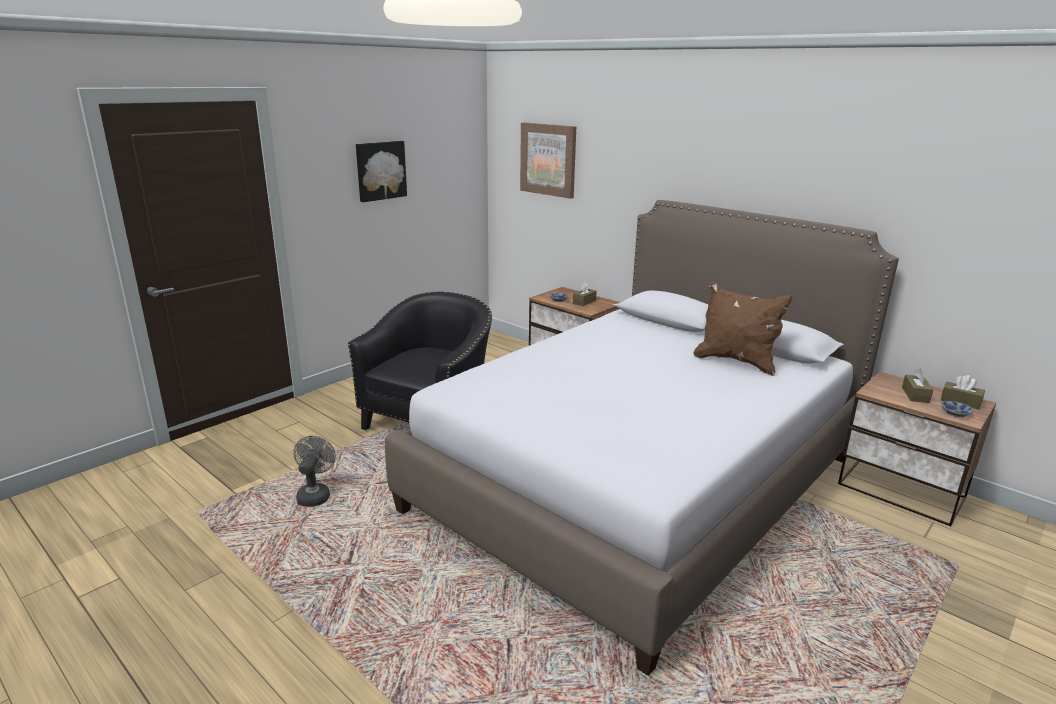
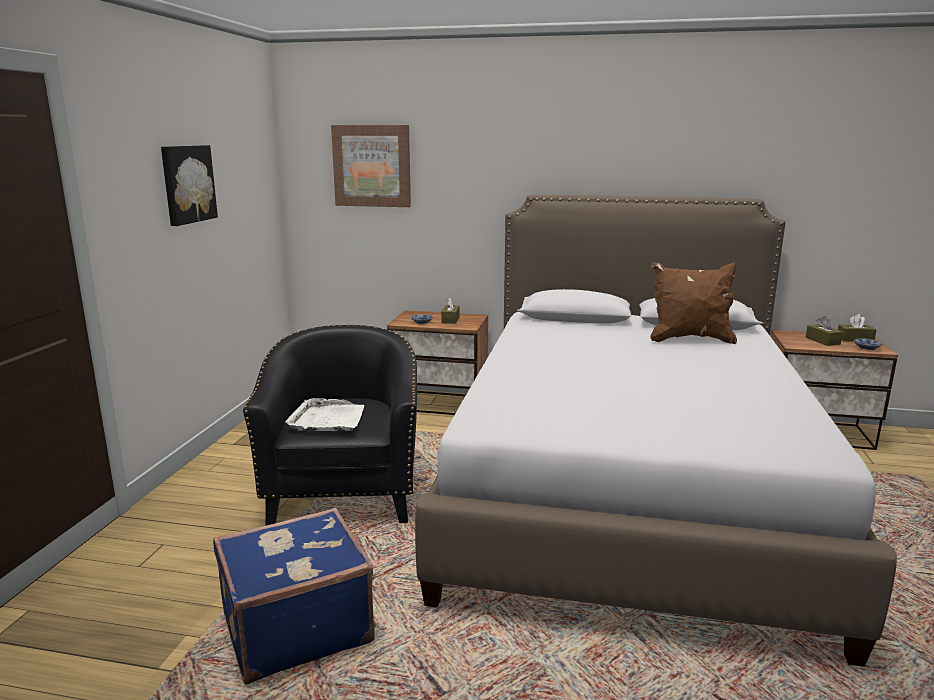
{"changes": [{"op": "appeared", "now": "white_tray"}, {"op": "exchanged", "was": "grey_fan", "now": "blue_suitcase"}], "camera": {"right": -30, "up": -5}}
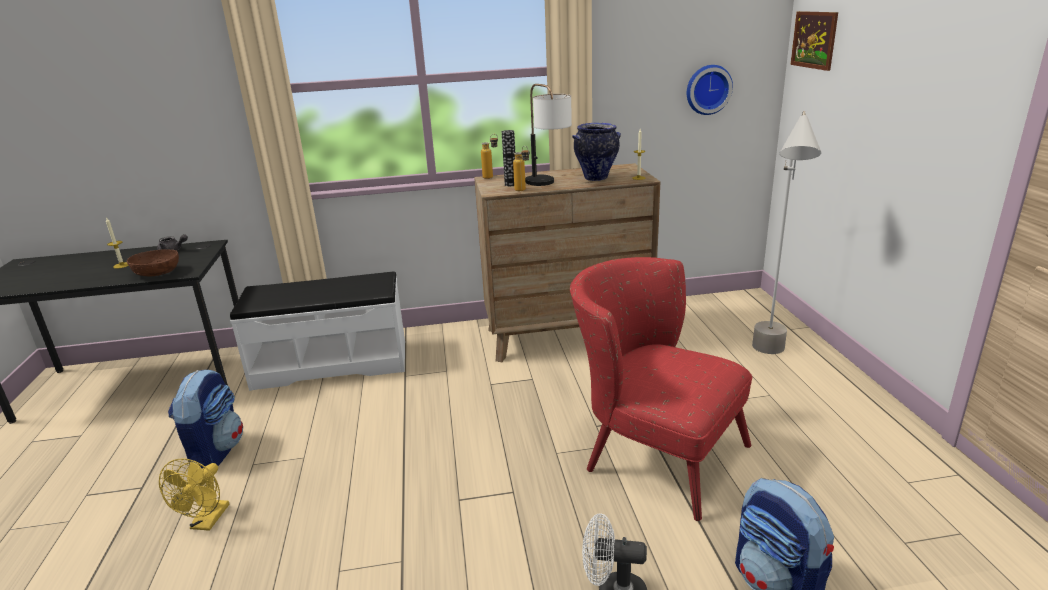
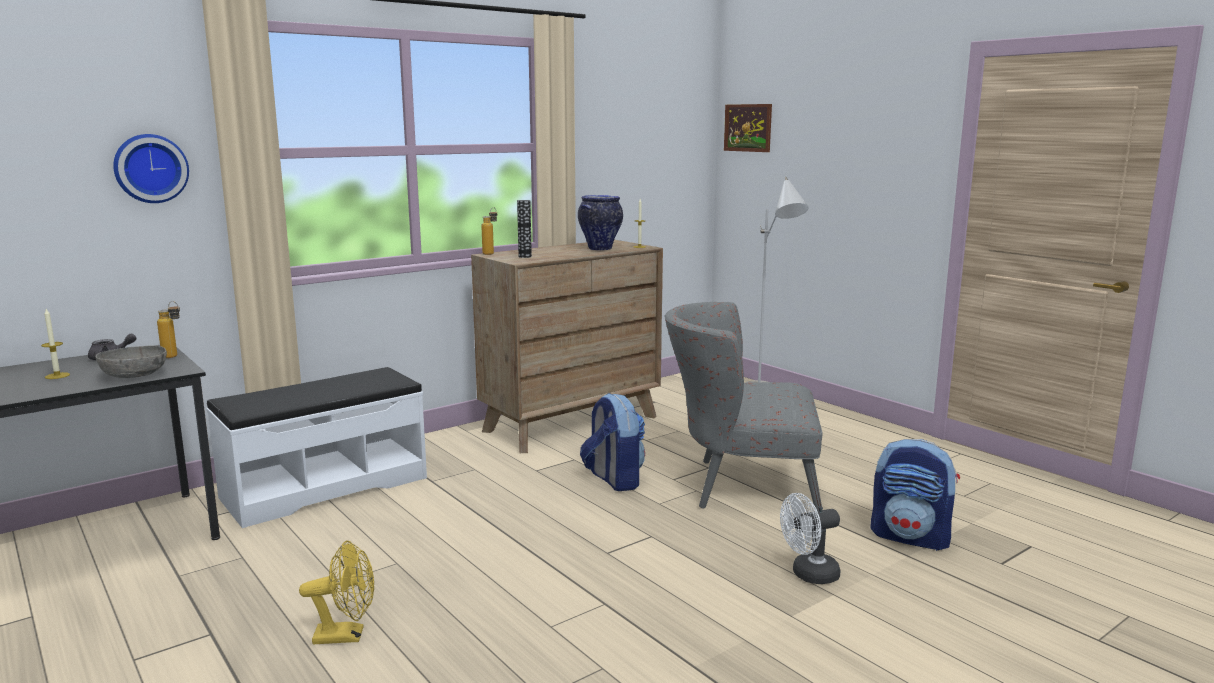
{"changes": [{"op": "missing", "was": "table_lamp"}, {"op": "relocated", "was": "backpack (no. 1 from left)"}, {"op": "relocated", "was": "bottle (no. 2 from left in the first image)", "now": "bottle (no. 1 from left)"}, {"op": "relocated", "was": "wall_clock"}, {"op": "colour", "was": "brown_bowl", "now": "grey_bowl"}, {"op": "colour", "was": "red_armchair", "now": "grey_armchair"}, {"op": "spun", "was": "yellow_fan", "clockwise": -75}], "camera": {"right": -30, "up": -10}}
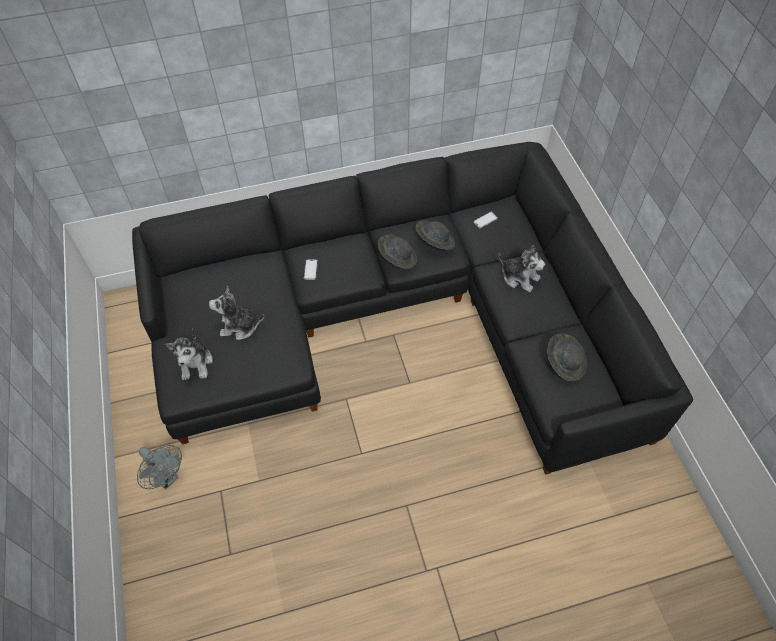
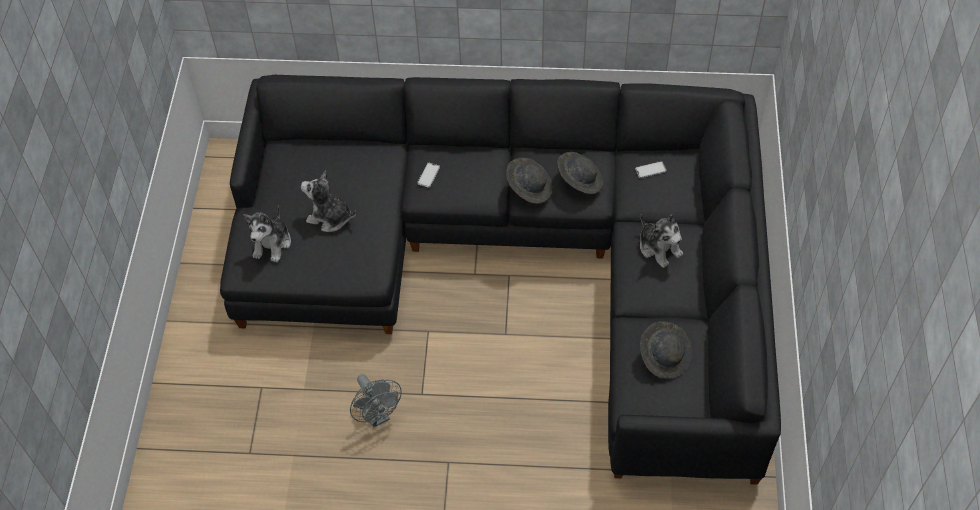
{"changes": [{"op": "relocated", "was": "grey_fan"}], "camera": {"right": 20, "up": 0}}
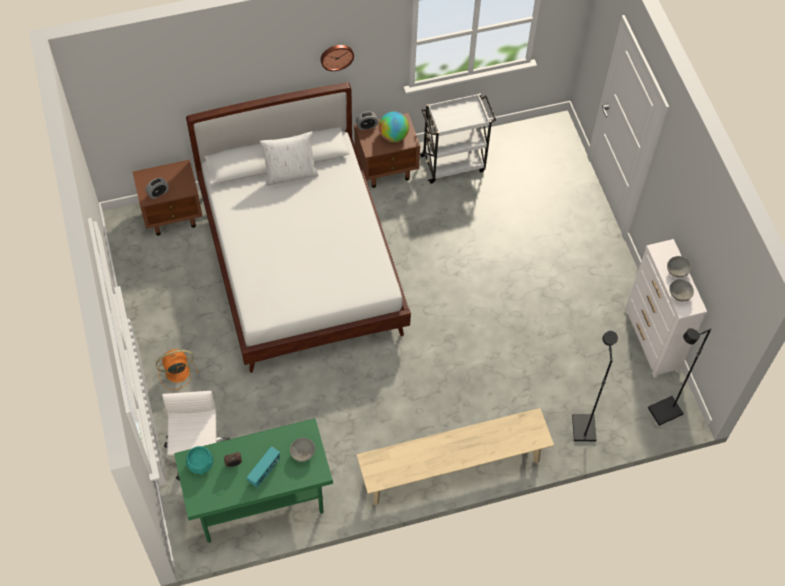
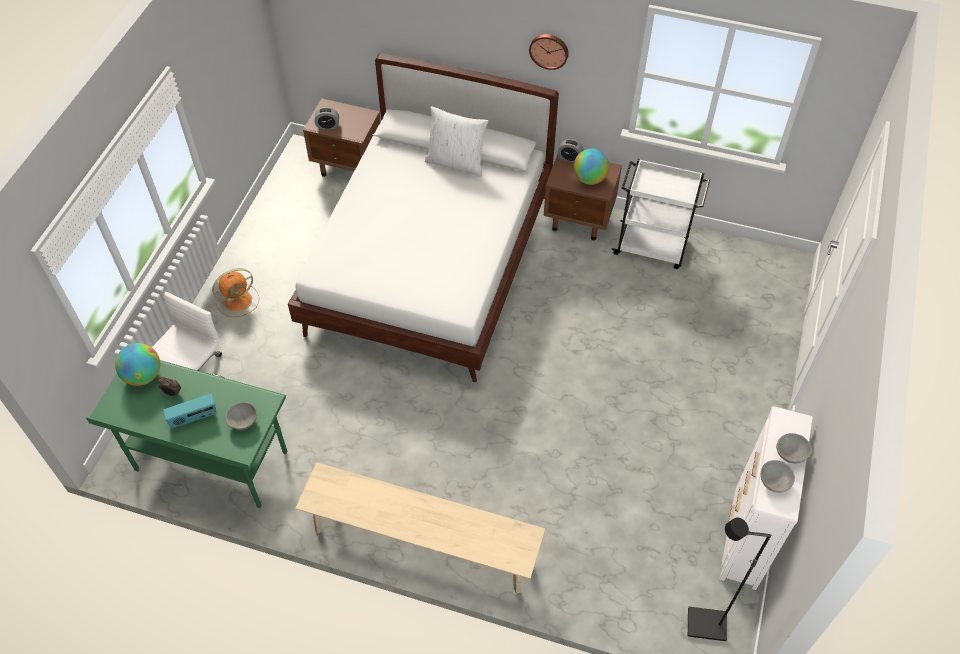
{"changes": [{"op": "missing", "was": "black_floor_lamp (no. 1 from left)"}, {"op": "exchanged", "was": "turquoise_bowl", "now": "globe (no. 1 from left)"}, {"op": "spun", "was": "orange_fan", "clockwise": 135}], "camera": {"right": 35, "up": -5}}
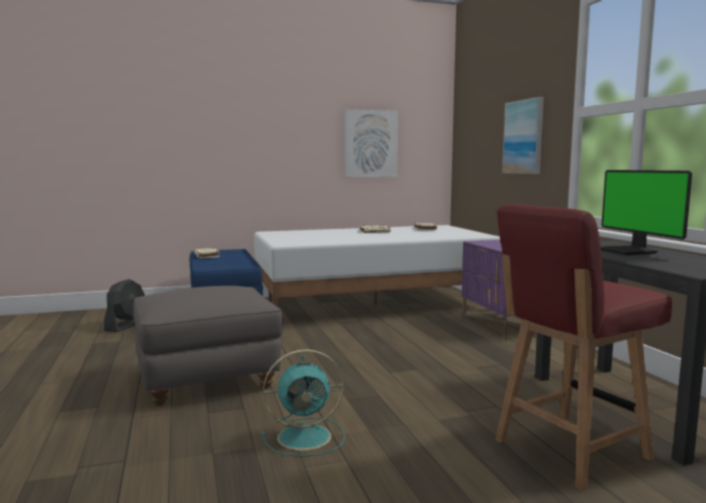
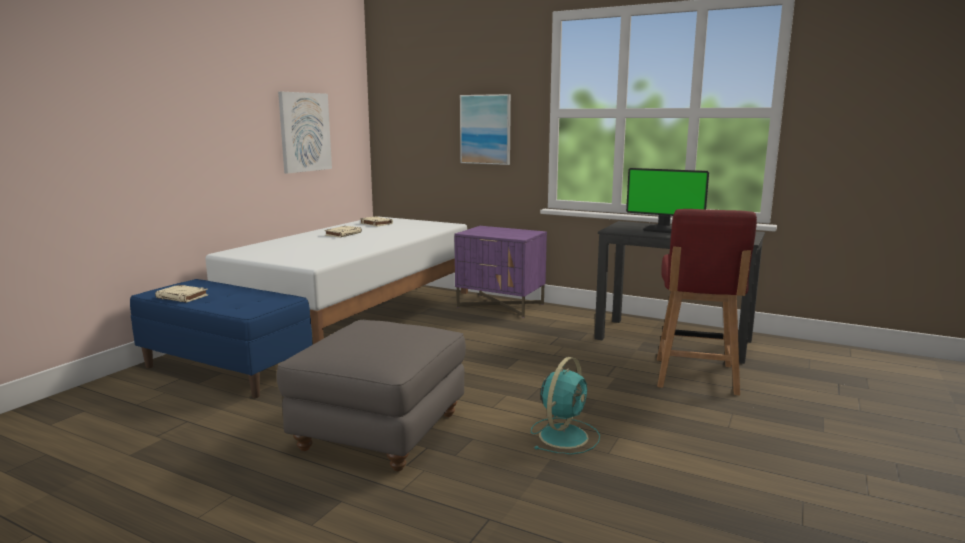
{"changes": [{"op": "missing", "was": "black_fan"}], "camera": {"right": -45, "up": 5}}
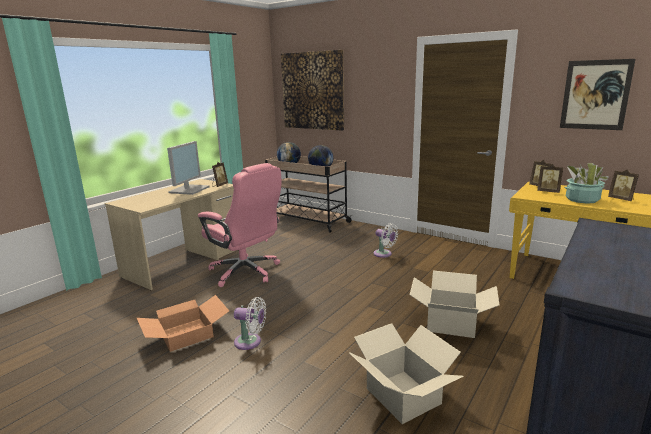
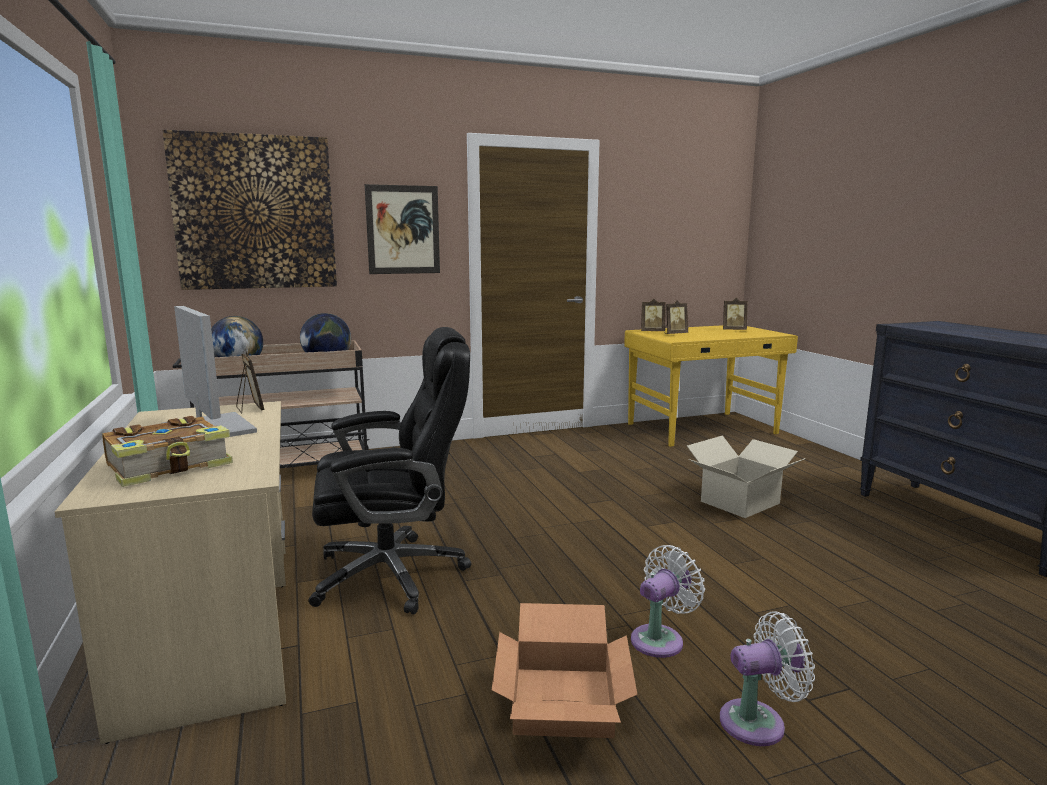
{"changes": [{"op": "missing", "was": "cardboard_box (no. 2 from left)"}, {"op": "missing", "was": "potted_plant"}, {"op": "appeared", "now": "book"}, {"op": "relocated", "was": "white_fan (no. 2 from left)"}, {"op": "relocated", "was": "picture (no. 2 from left)"}, {"op": "colour", "was": "pink_office_chair", "now": "black_office_chair"}], "camera": {"right": -55, "up": -5}}
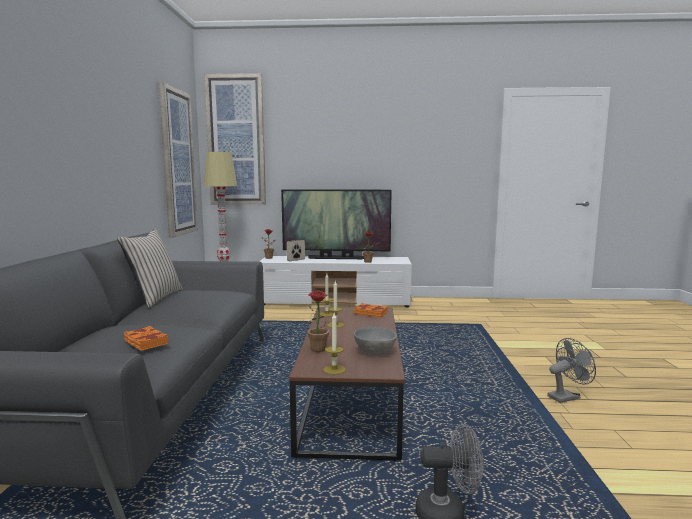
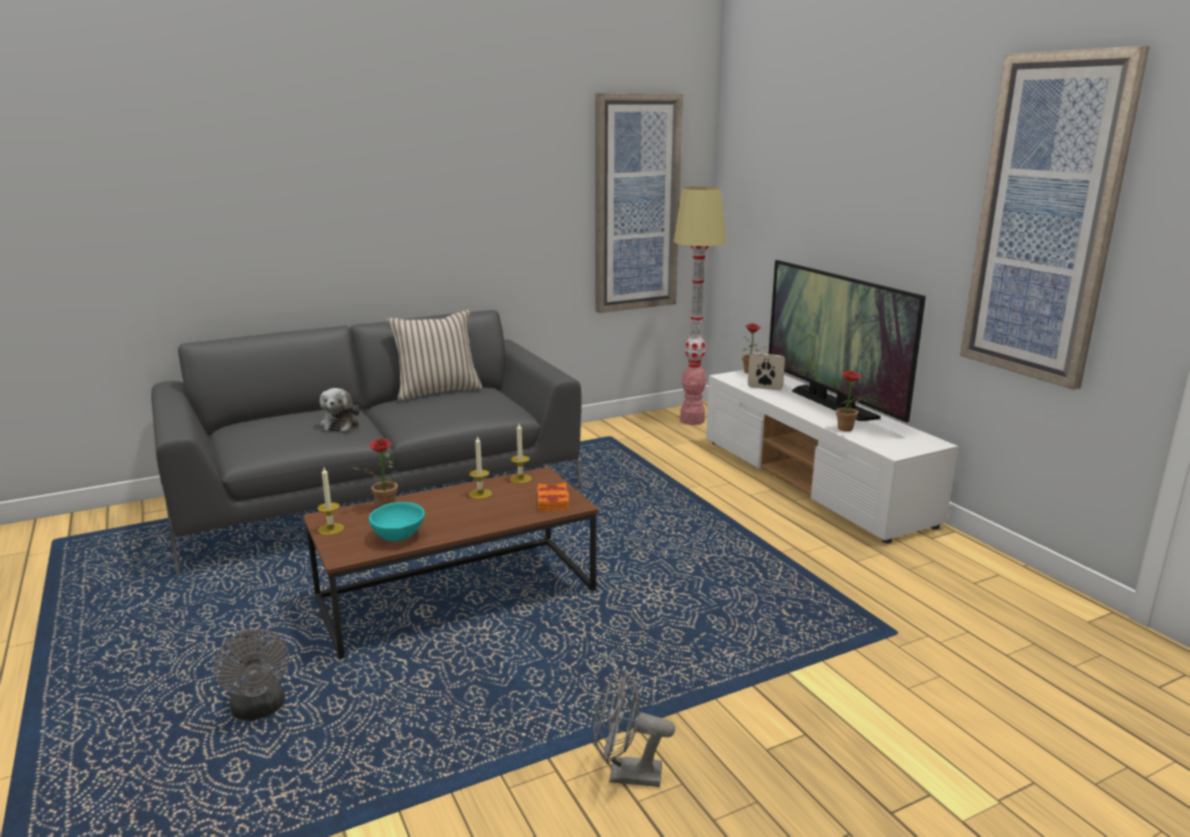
{"changes": [{"op": "missing", "was": "orange_book (no. 1 from left)"}, {"op": "appeared", "now": "plush_toy"}, {"op": "relocated", "was": "picture (no. 2 from left)"}, {"op": "colour", "was": "grey_bowl", "now": "turquoise_bowl"}, {"op": "spun", "was": "grey_fan (no. 2 from left)", "clockwise": 150}], "camera": {"right": 60, "up": 10}}
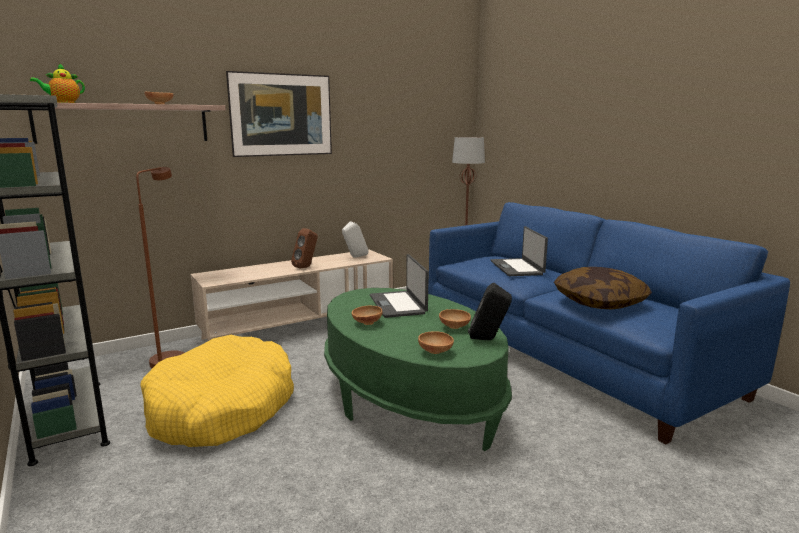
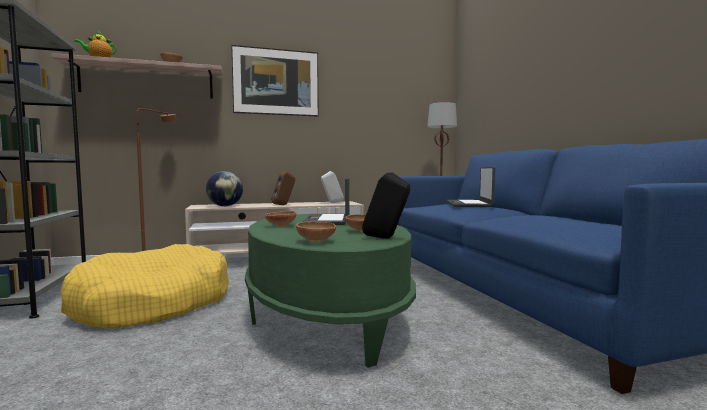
{"changes": [{"op": "missing", "was": "pillow"}, {"op": "appeared", "now": "globe"}], "camera": {"right": 15, "up": -10}}
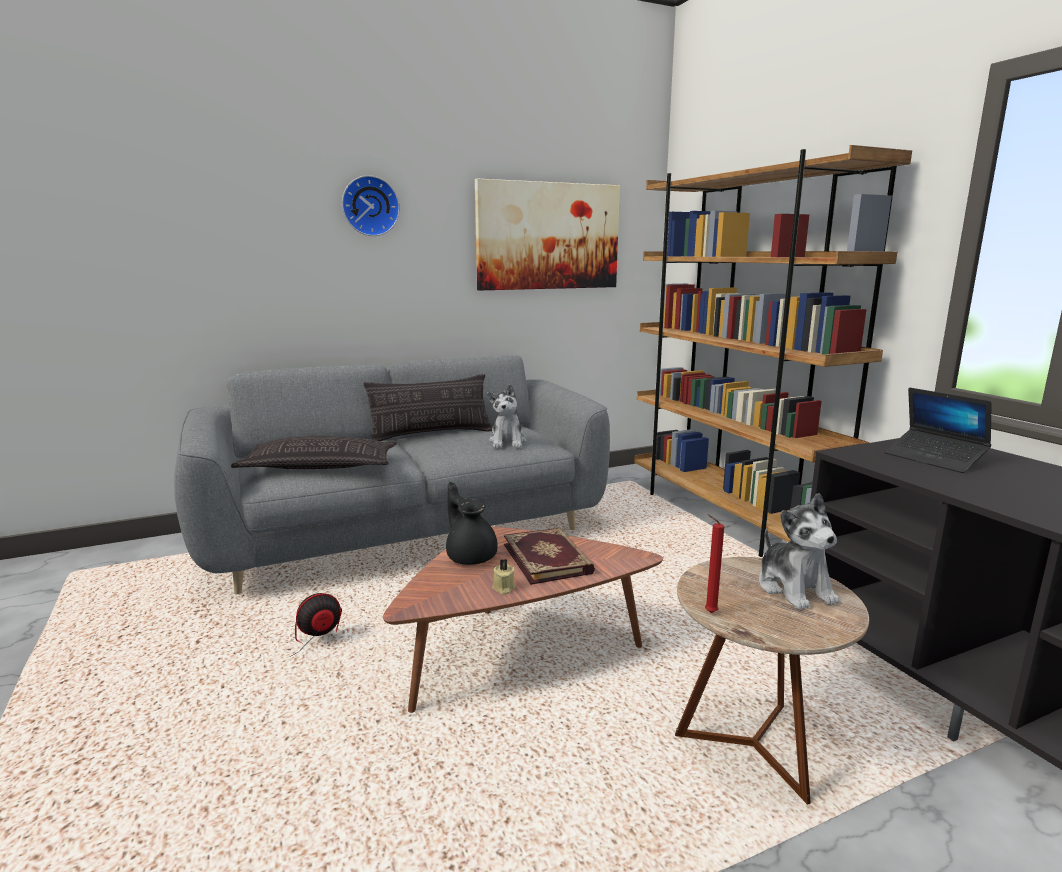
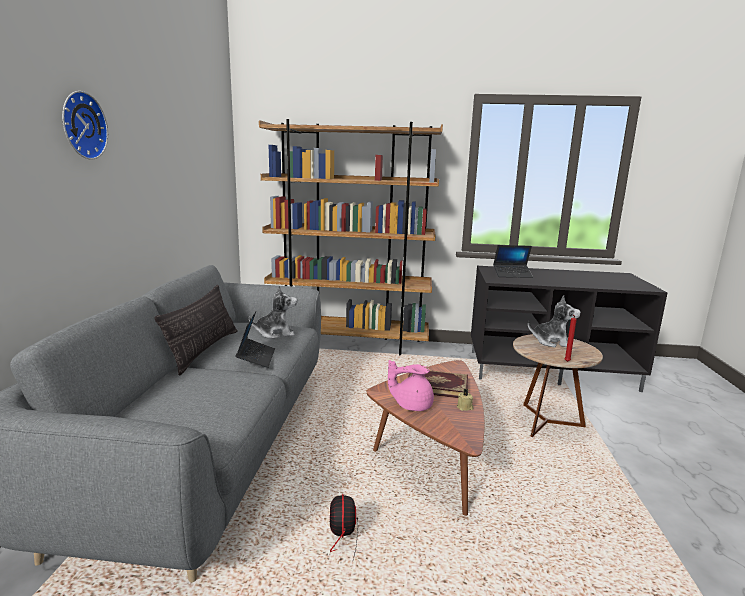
{"changes": [{"op": "missing", "was": "pillow (no. 1 from left)"}, {"op": "missing", "was": "picture"}, {"op": "appeared", "now": "laptop (no. 1 from left)"}, {"op": "colour", "was": "black_teapot", "now": "pink_teapot"}, {"op": "spun", "was": "plush_toy (no. 1 from left)", "clockwise": -45}], "camera": {"right": -60, "up": 0}}
